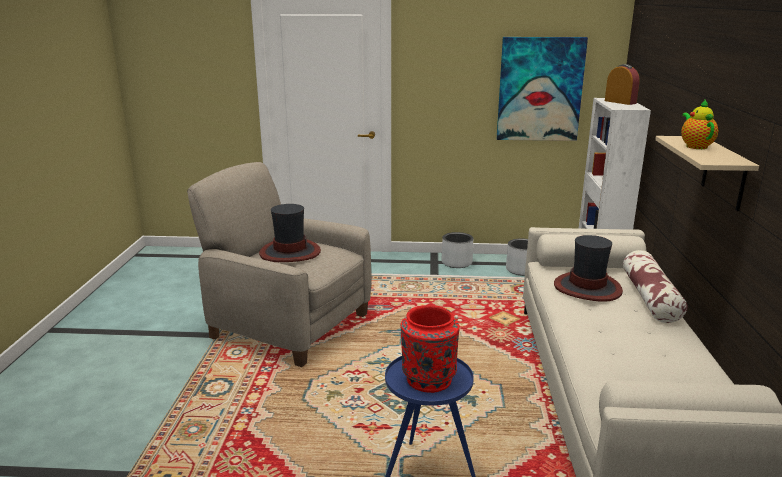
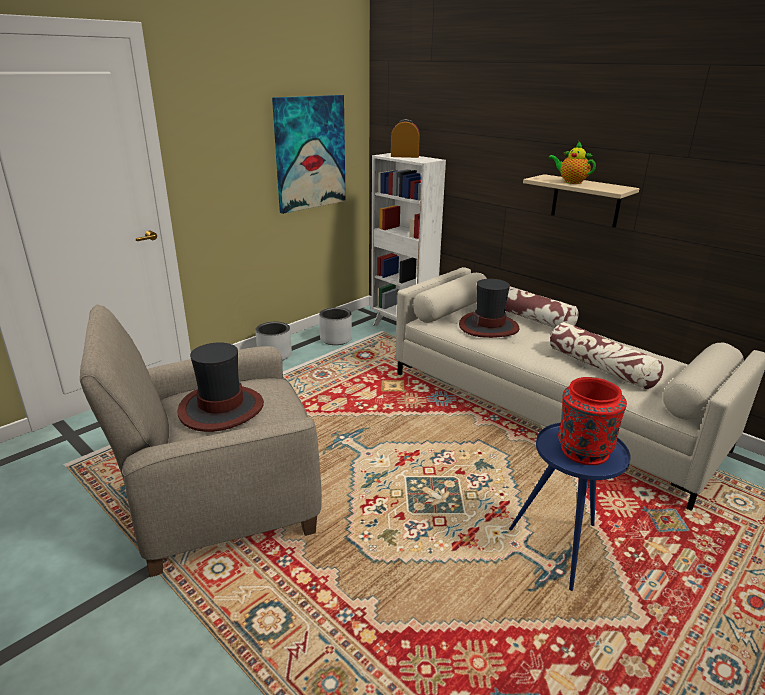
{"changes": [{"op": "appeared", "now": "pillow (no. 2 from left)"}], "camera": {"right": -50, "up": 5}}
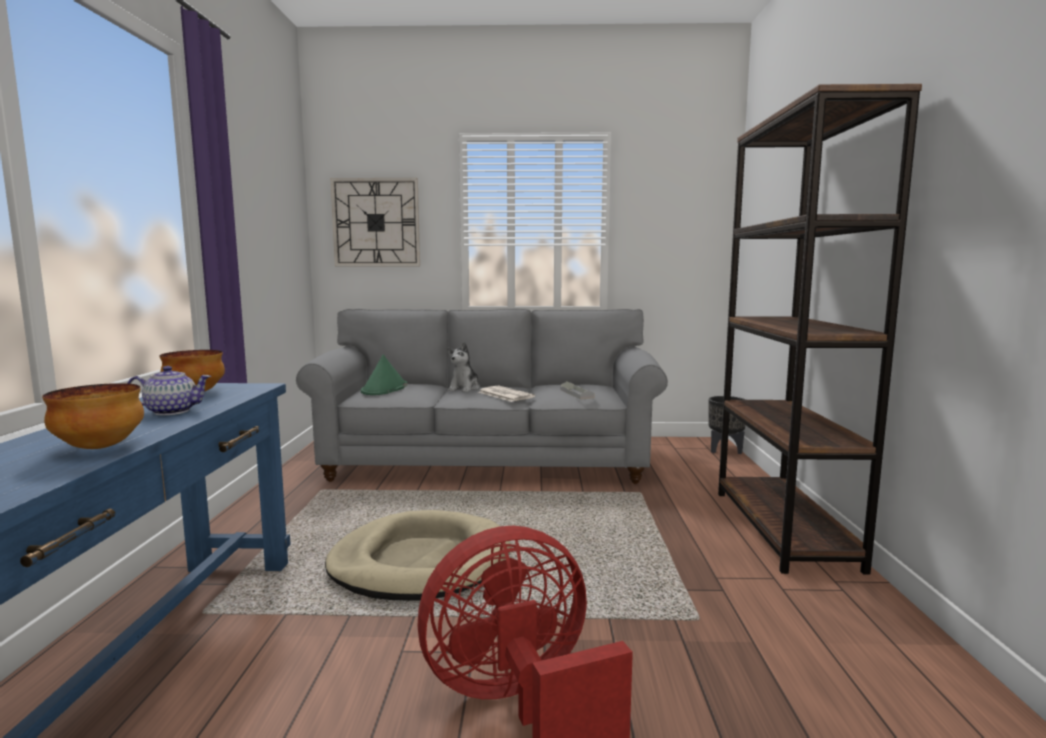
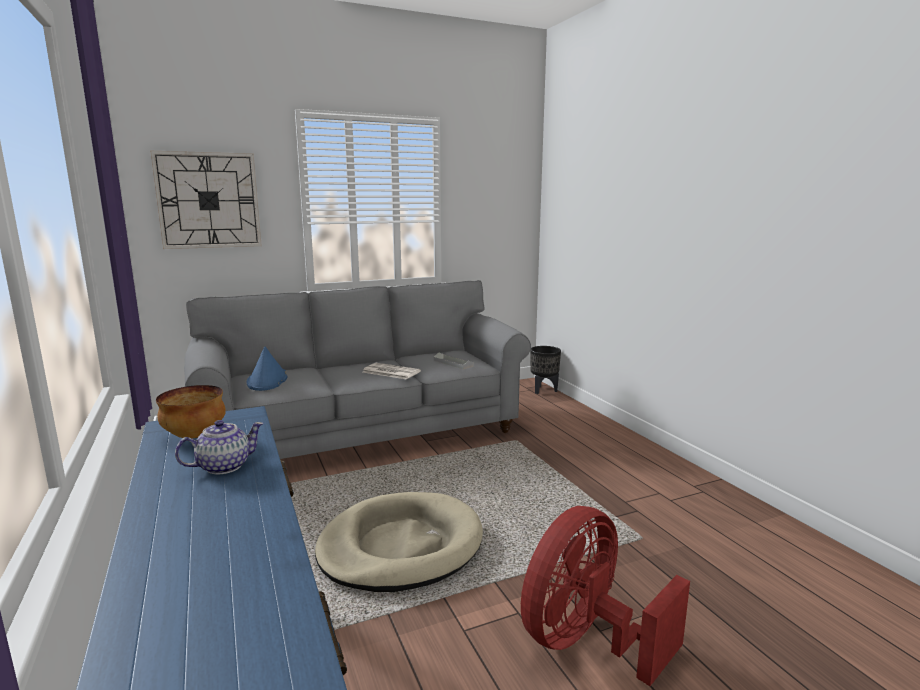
{"changes": [{"op": "missing", "was": "bowl (no. 1 from left)"}, {"op": "missing", "was": "plush_toy"}, {"op": "missing", "was": "brown_bookcase"}, {"op": "colour", "was": "green_hat", "now": "blue_hat"}], "camera": {"right": -25, "up": 5}}
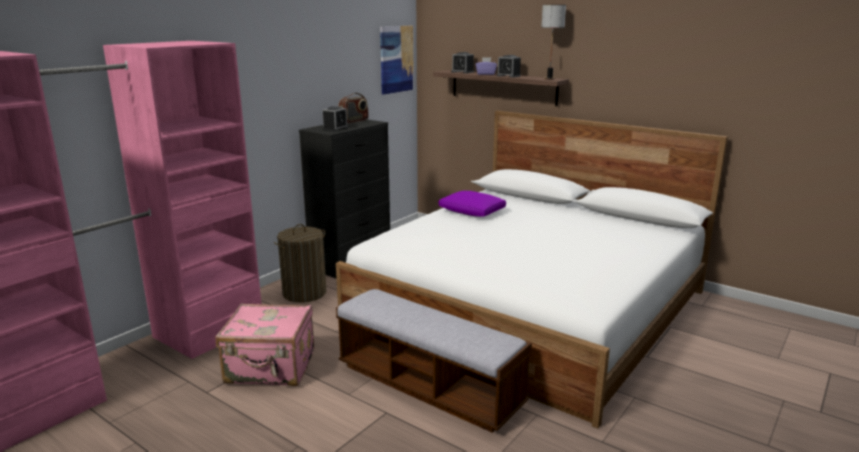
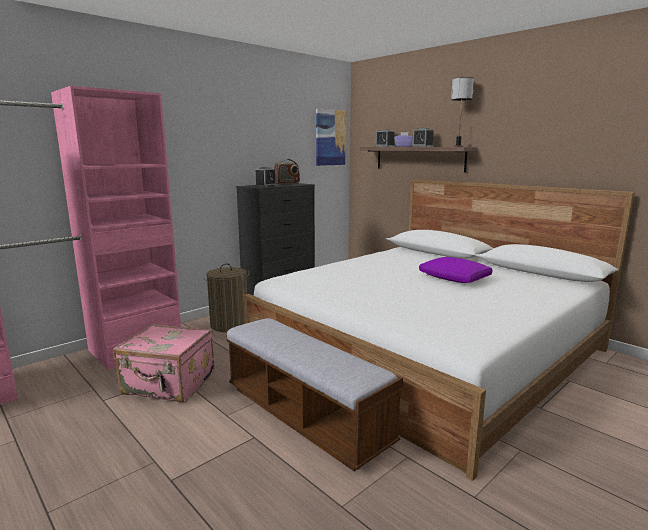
{"changes": [{"op": "relocated", "was": "purple_pillow"}], "camera": {"right": 10, "up": -5}}
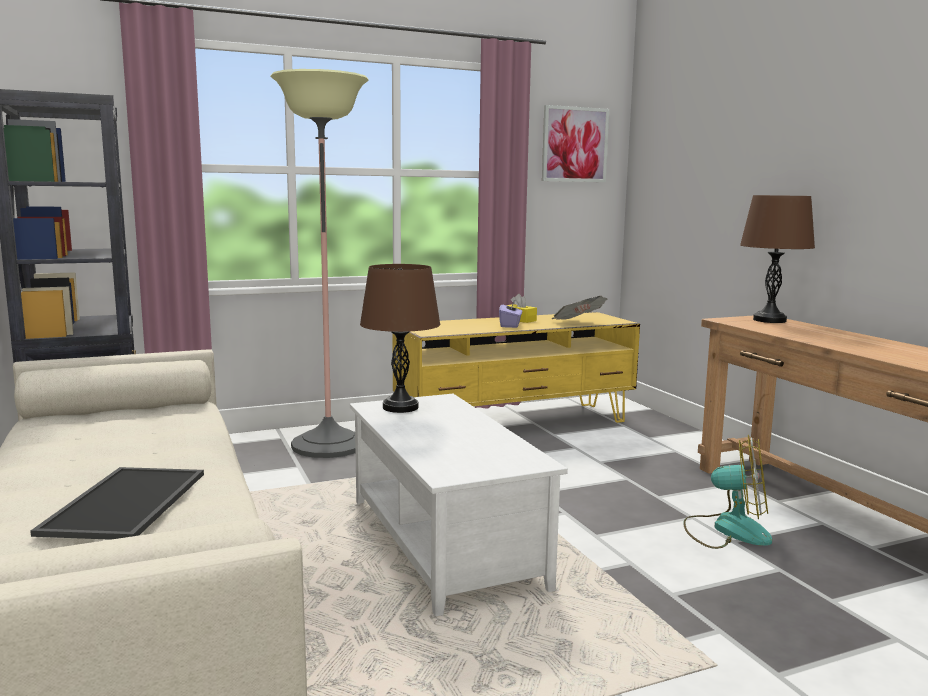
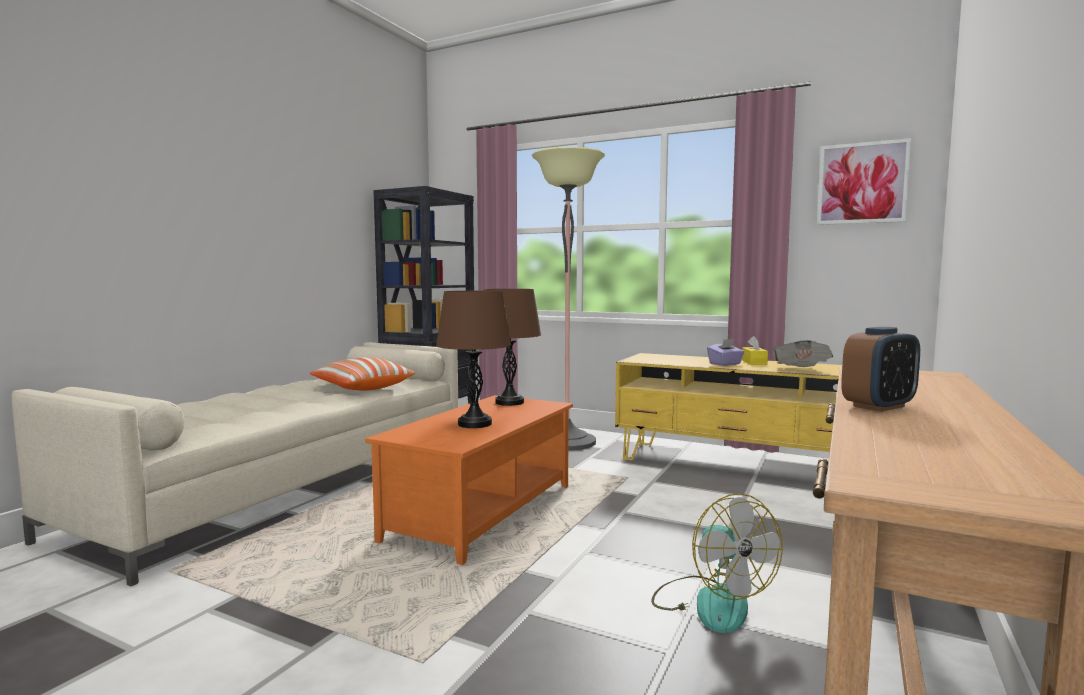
{"changes": [{"op": "missing", "was": "tray"}, {"op": "appeared", "now": "pillow"}, {"op": "appeared", "now": "alarm_clock"}, {"op": "relocated", "was": "brown_table_lamp (no. 2 from left in the first image)", "now": "brown_table_lamp (no. 1 from left)"}, {"op": "colour", "was": "white_coffee_table", "now": "orange_coffee_table"}], "camera": {"right": 50, "up": -5}}
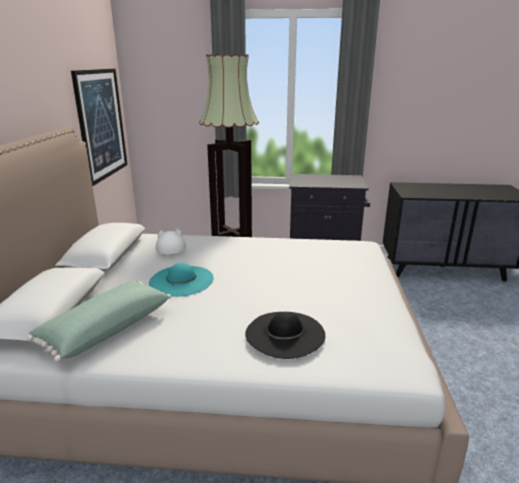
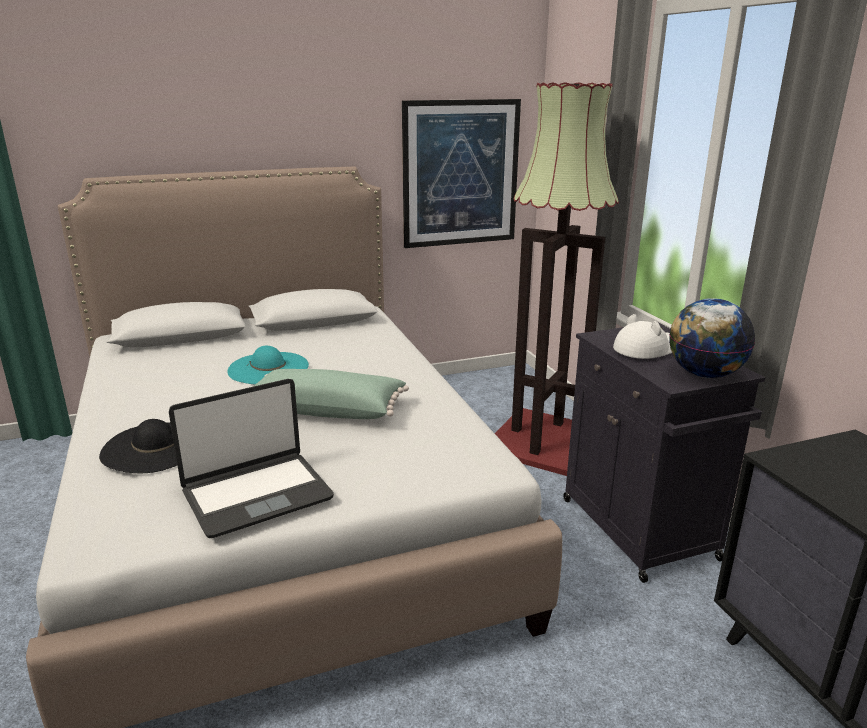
{"changes": [{"op": "appeared", "now": "laptop"}, {"op": "appeared", "now": "globe"}, {"op": "relocated", "was": "green_pillow"}, {"op": "relocated", "was": "white_hat"}], "camera": {"right": 65, "up": 0}}
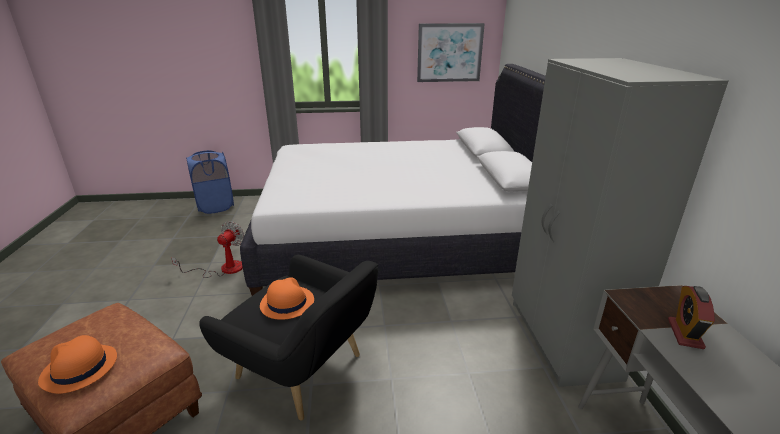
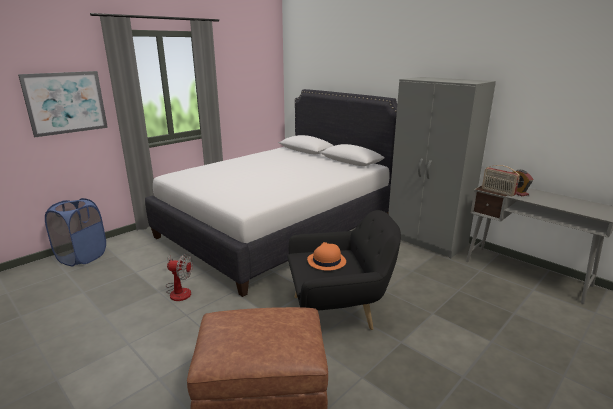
{"changes": [{"op": "missing", "was": "orange_hat (no. 1 from left)"}, {"op": "appeared", "now": "radio"}, {"op": "relocated", "was": "picture"}, {"op": "spun", "was": "fan", "clockwise": 120}], "camera": {"right": -40, "up": -5}}
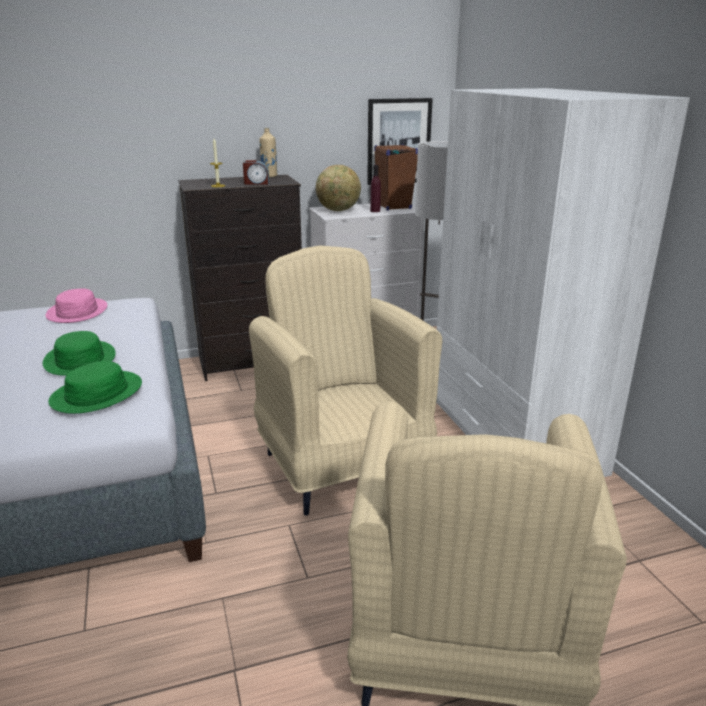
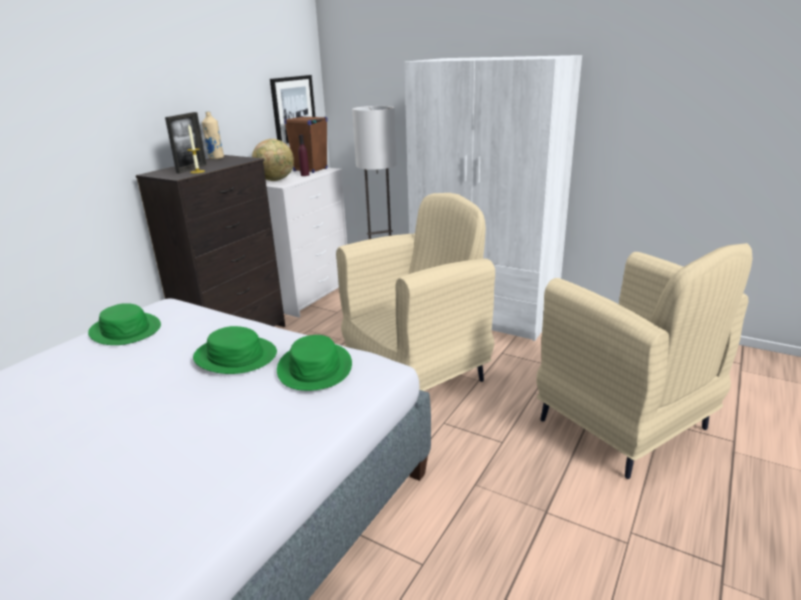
{"changes": [{"op": "missing", "was": "alarm_clock"}, {"op": "appeared", "now": "picture_frame"}, {"op": "colour", "was": "pink_hat", "now": "green_hat (no. 1 from left)"}, {"op": "spun", "was": "beige_armchair (no. 1 from left)", "clockwise": 120}], "camera": {"right": -40, "up": 0}}
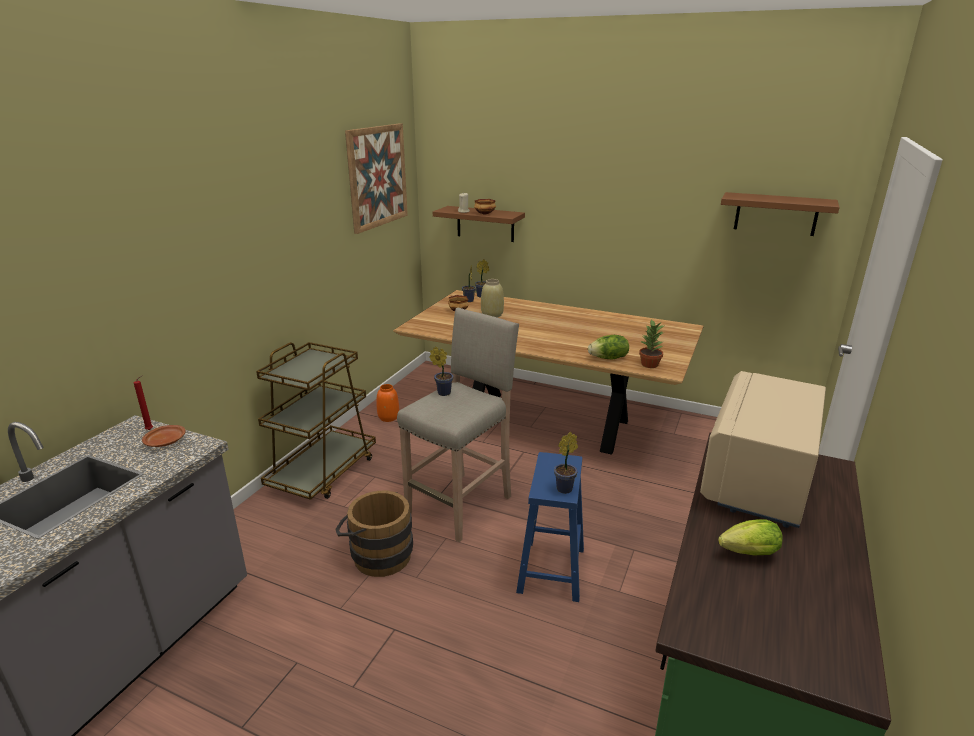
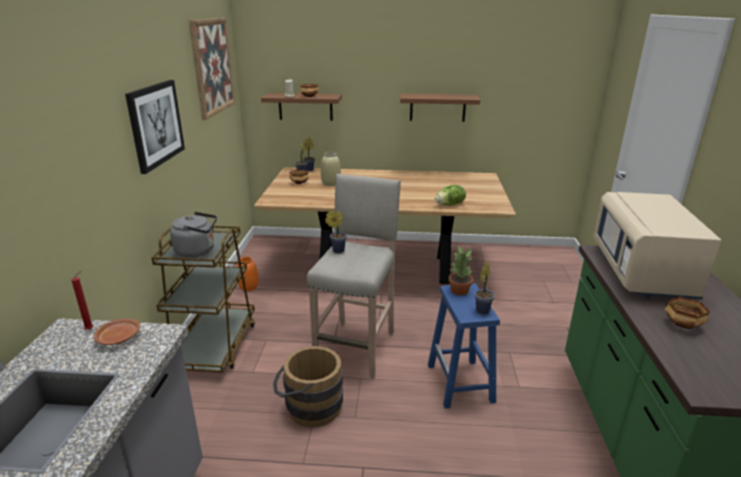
{"changes": [{"op": "appeared", "now": "picture (no. 1 from left)"}, {"op": "appeared", "now": "grey_kettle"}, {"op": "relocated", "was": "potted_plant (no. 5 from left in the first image)", "now": "potted_plant (no. 4 from left)"}, {"op": "relocated", "was": "brown_shelf (no. 2 from left)"}, {"op": "exchanged", "was": "lettuce (no. 2 from left)", "now": "bowl (no. 3 from left)"}], "camera": {"right": -20, "up": 0}}
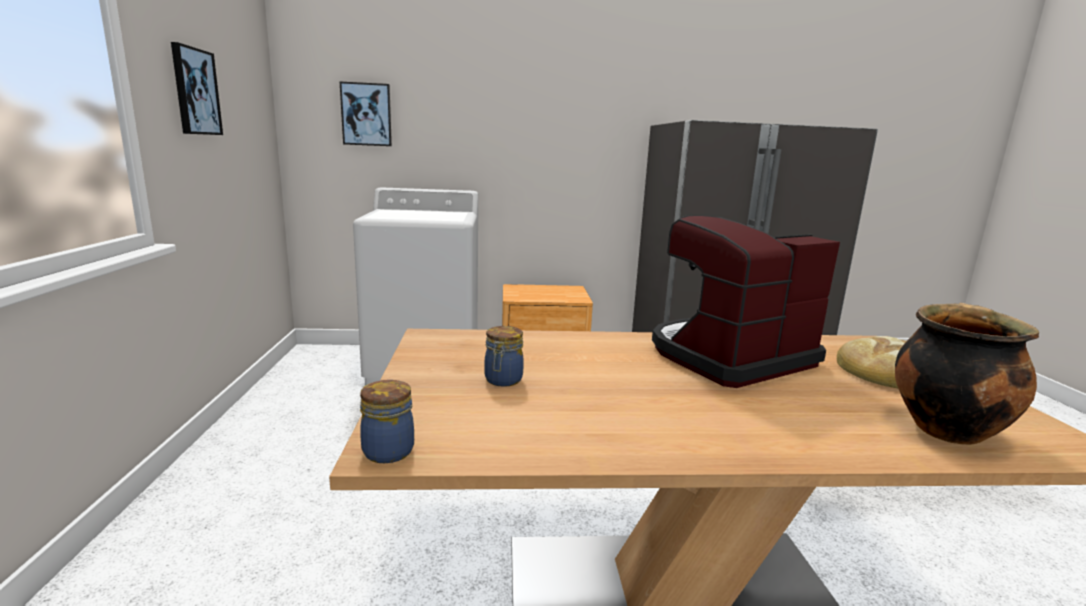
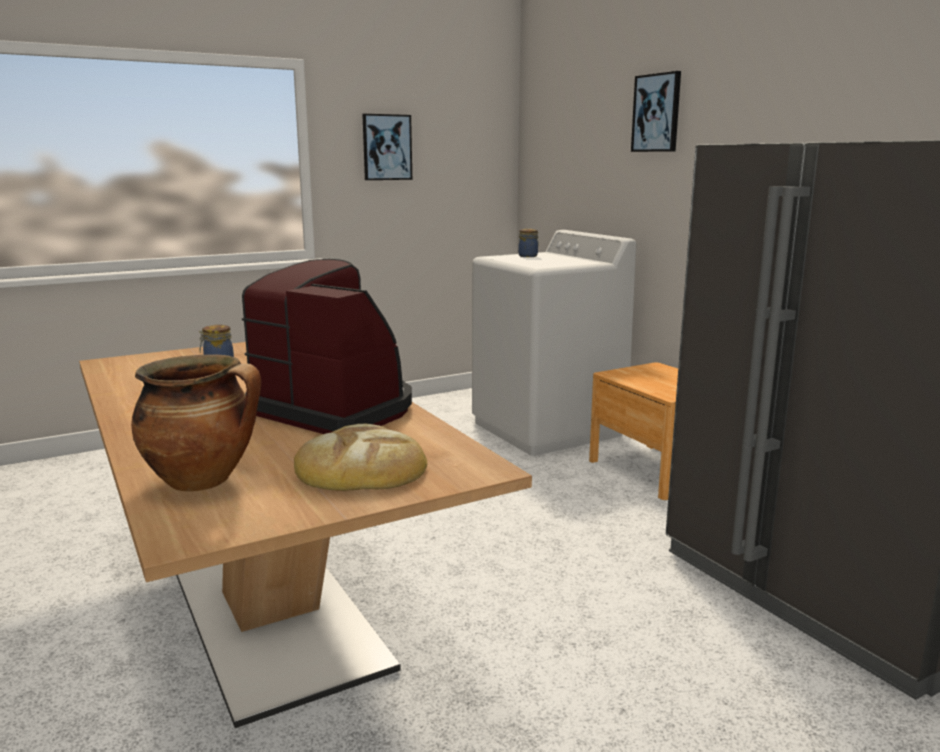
{"changes": [{"op": "relocated", "was": "picture (no. 2 from left)"}, {"op": "relocated", "was": "jar (no. 1 from left in the first image)", "now": "jar (no. 2 from left)"}], "camera": {"right": 65, "up": 0}}
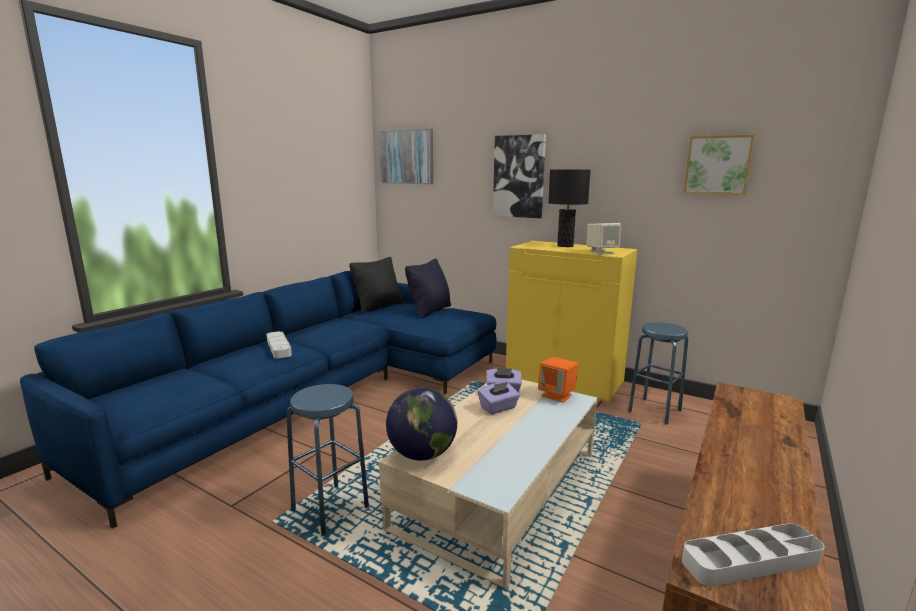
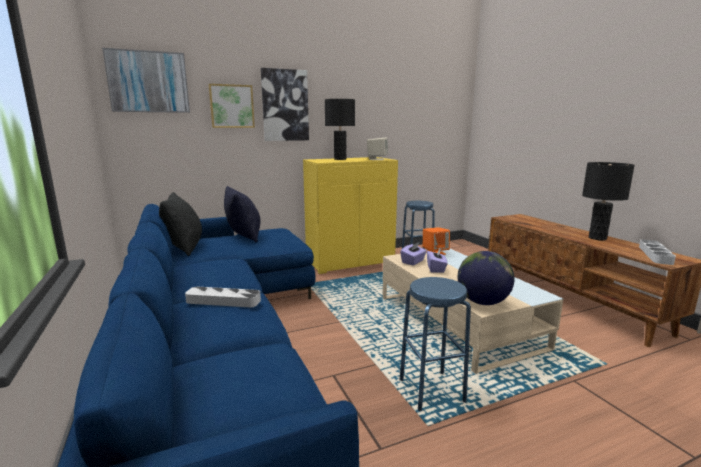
{"changes": [{"op": "appeared", "now": "black_table_lamp (no. 2 from left)"}, {"op": "relocated", "was": "picture (no. 3 from left in the first image)", "now": "picture (no. 2 from left)"}], "camera": {"right": -55, "up": 0}}
